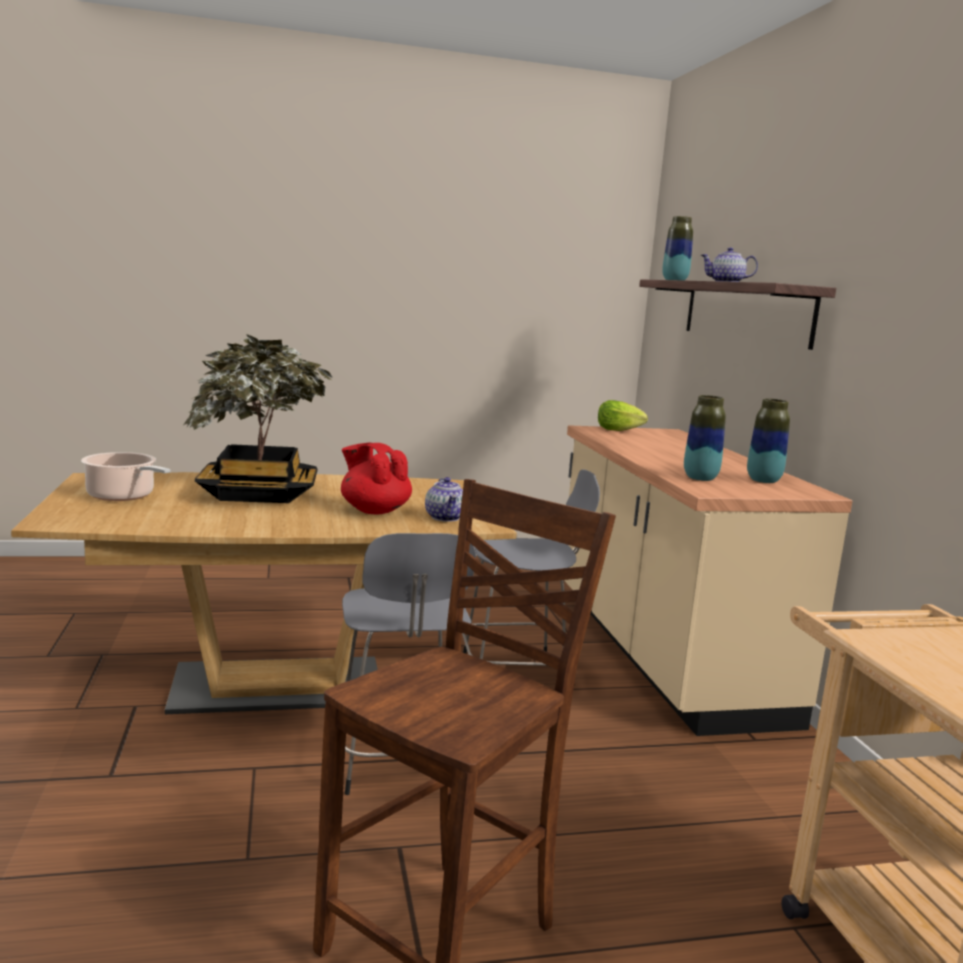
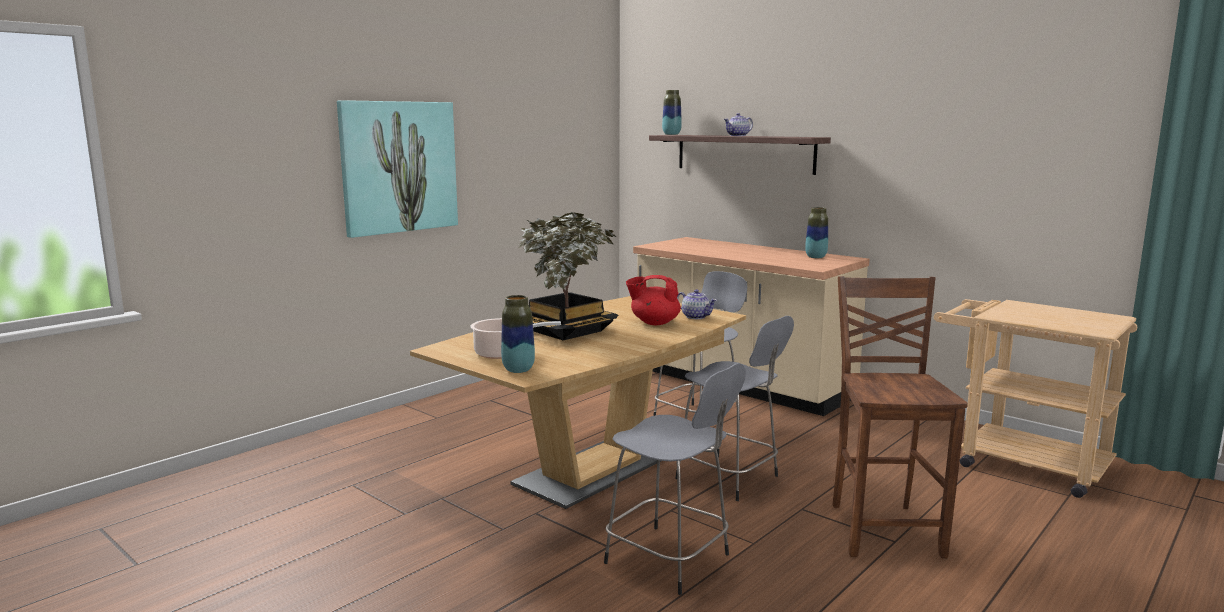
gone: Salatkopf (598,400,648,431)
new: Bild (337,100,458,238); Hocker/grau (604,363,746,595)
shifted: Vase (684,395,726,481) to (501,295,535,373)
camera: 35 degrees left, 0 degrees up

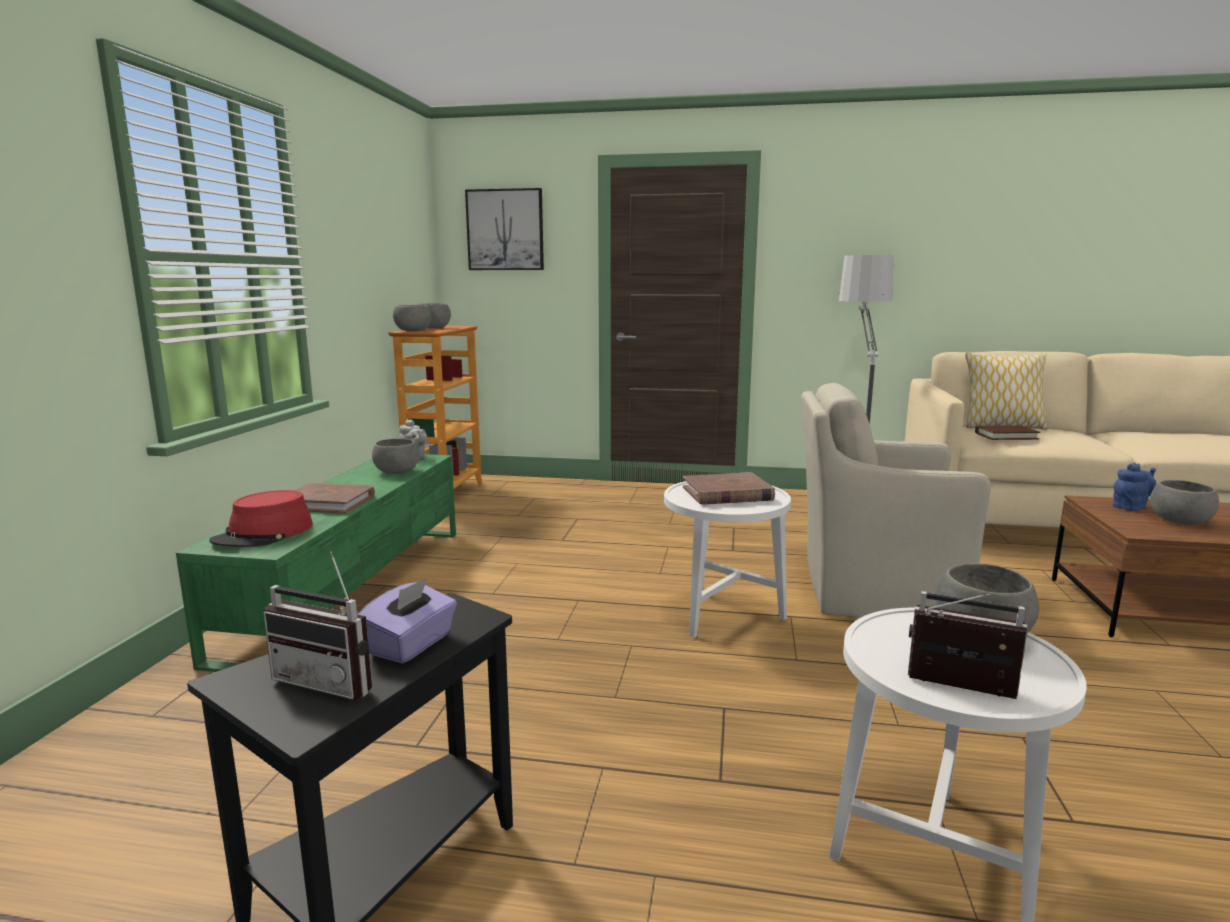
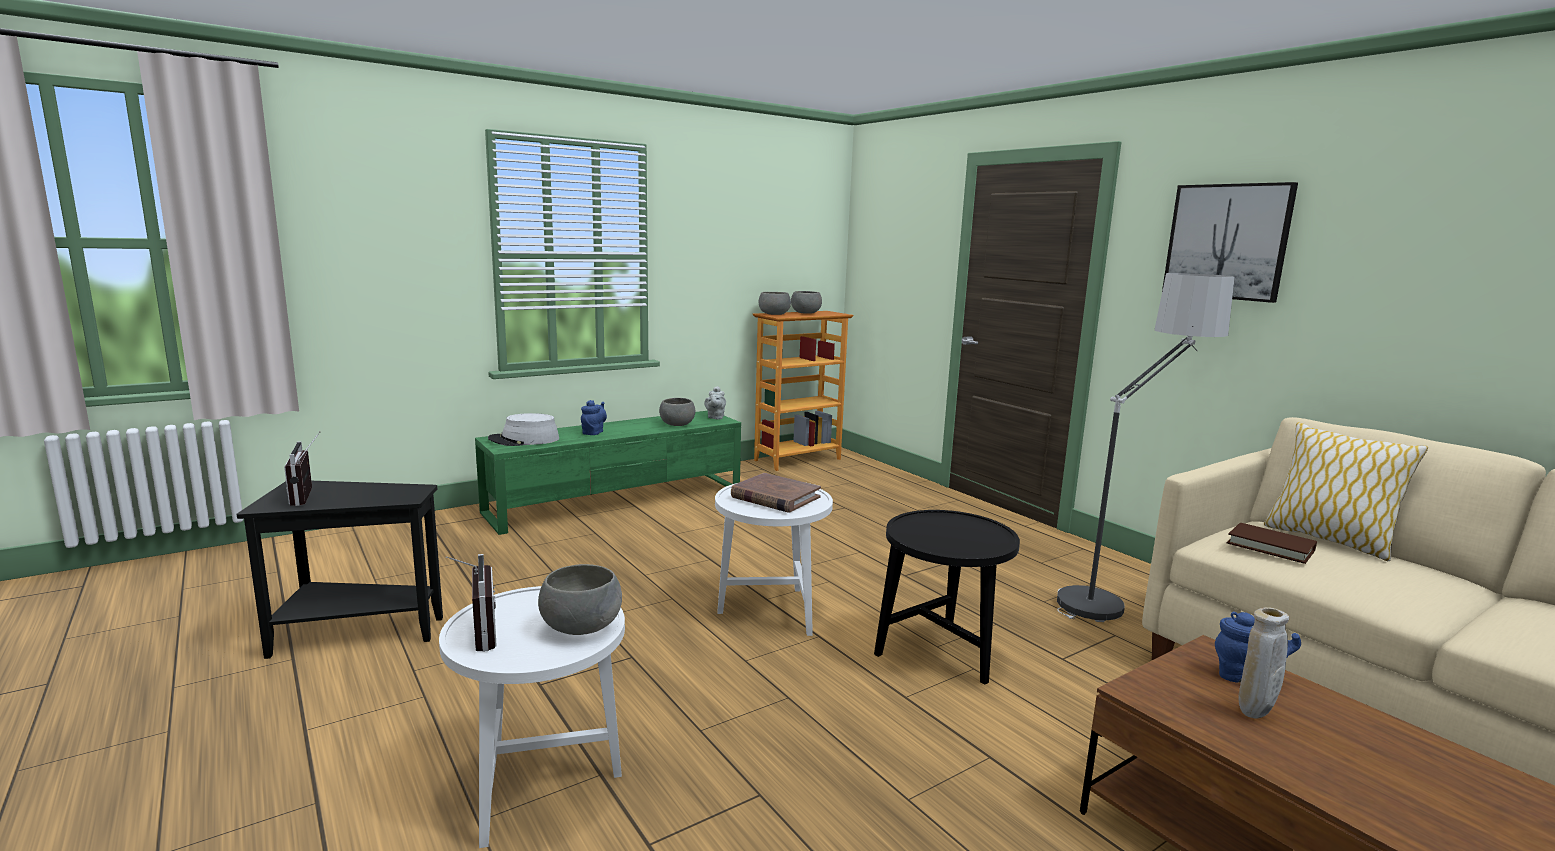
gone: Taschentuchbox/lila (357,577,457,663)
shifted: Bild (465,188,544,270) to (1162,182,1298,303)
swapped: Buch/braun (295,483,375,514) to Teekanne/blau (581,400,607,435); Sessel/beige (801,383,991,617) to Beistelltisch/schwarz (874,510,1020,685); Schüssel/grau (1150,480,1219,525) to Vase/beige (1239,607,1289,719)
repainted: Hut/rot (209,490,313,547) to Hut/grau (488,413,559,446)
camera: 45 degrees right, 0 degrees up

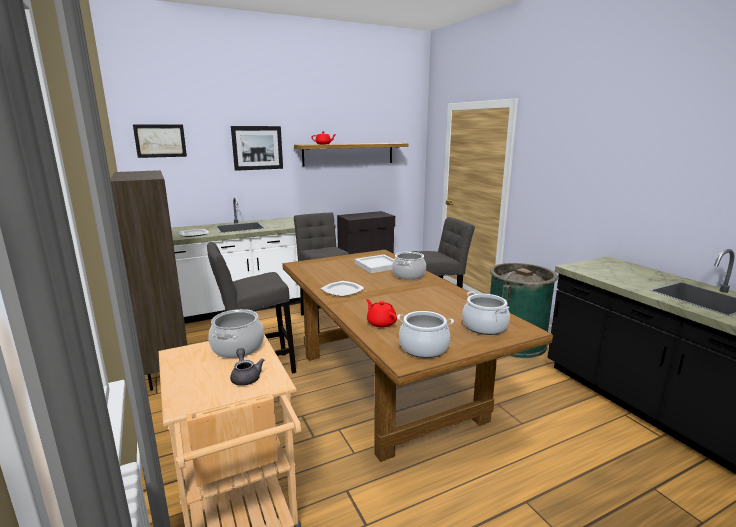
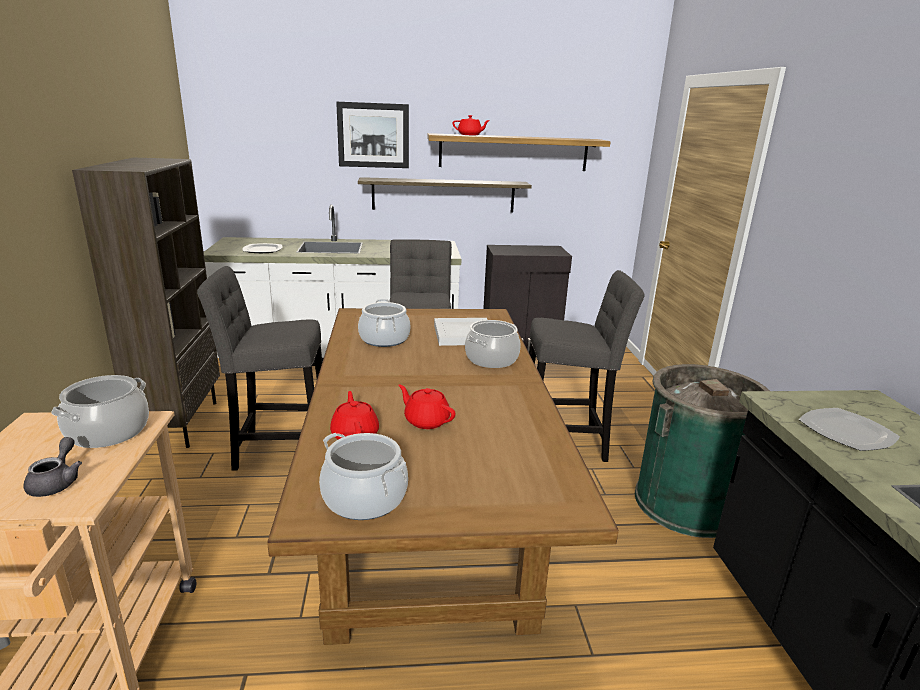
gone: Bild (133,124,187,158)
new: Wandregal (358,177,532,213); Teekanne/rot (398,385,455,429)
shifted: Kochtopf (462,291,510,335) to (358,299,410,347); Teller (321,281,364,297) to (799,408,900,451)
camera: 20 degrees right, 5 degrees up

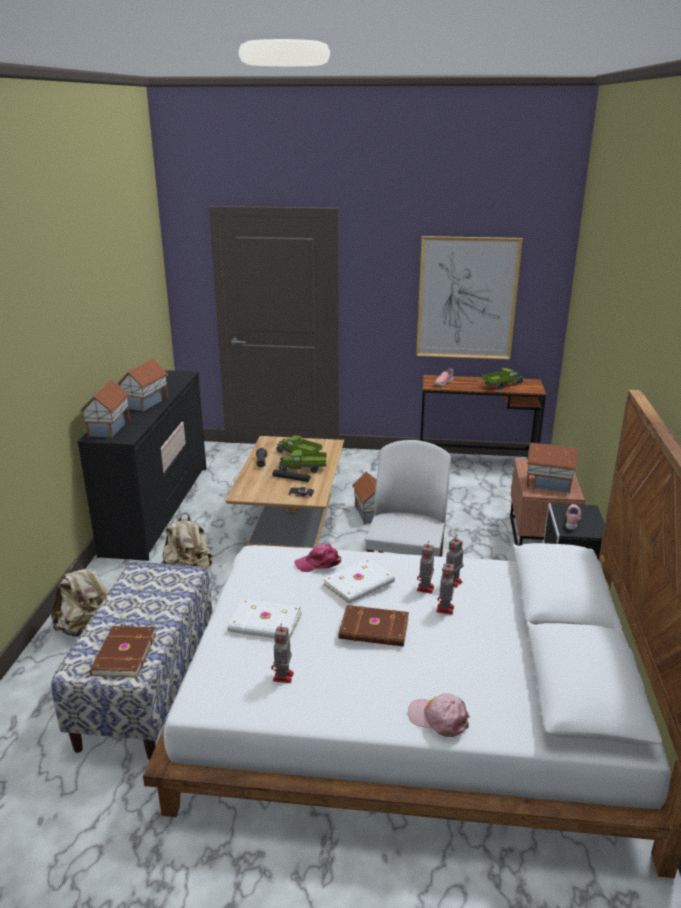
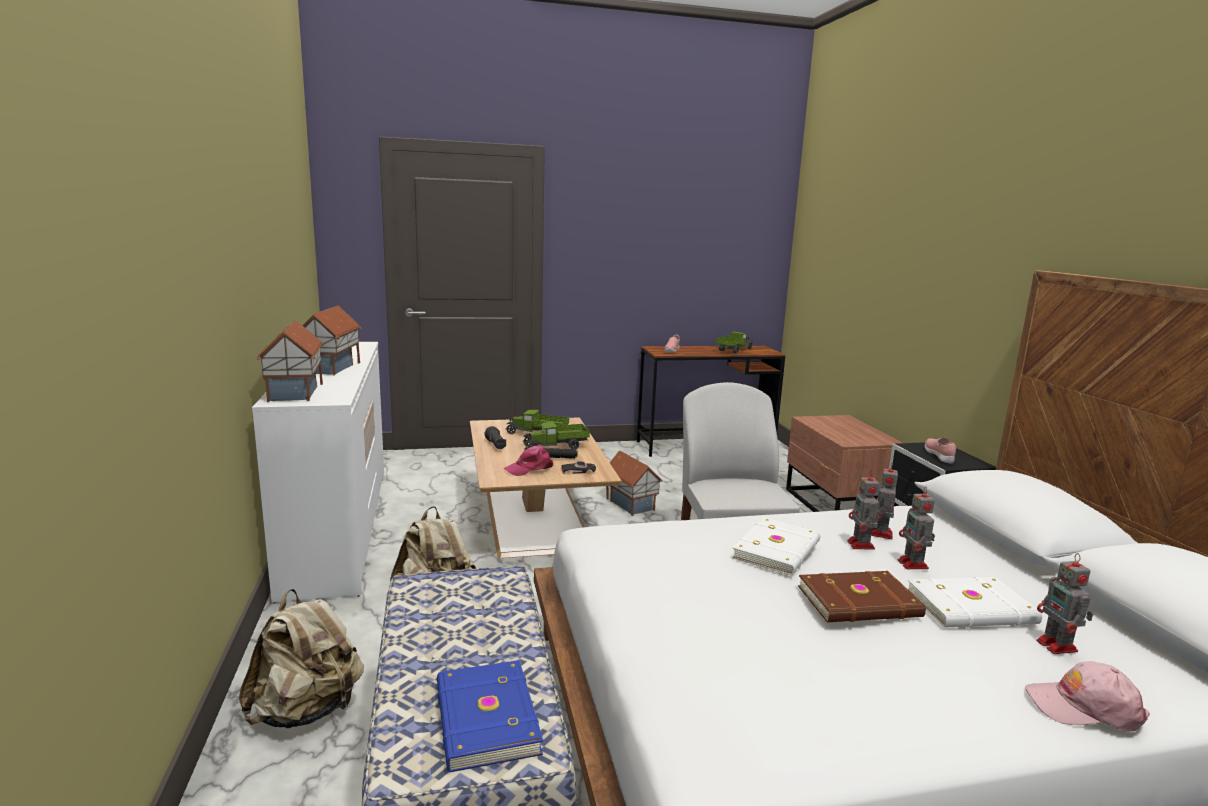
gone: Bild (416,236,523,360); Spielzeughaus (526,443,578,494)
shifted: Kappe/rosa (294,544,341,572) to (504,445,553,476); Buch/weiß (228,599,302,640) to (908,577,1042,628); Spielzeugroboter (271,624,294,683) to (1036,553,1093,654)
repainted: Kommode/schwarz (77,370,206,561) to Kommode/weiß (252,342,384,604); Buch/braun (90,626,156,678) to Buch/blau (437,660,543,772)
camera: 20 degrees left, 10 degrees down

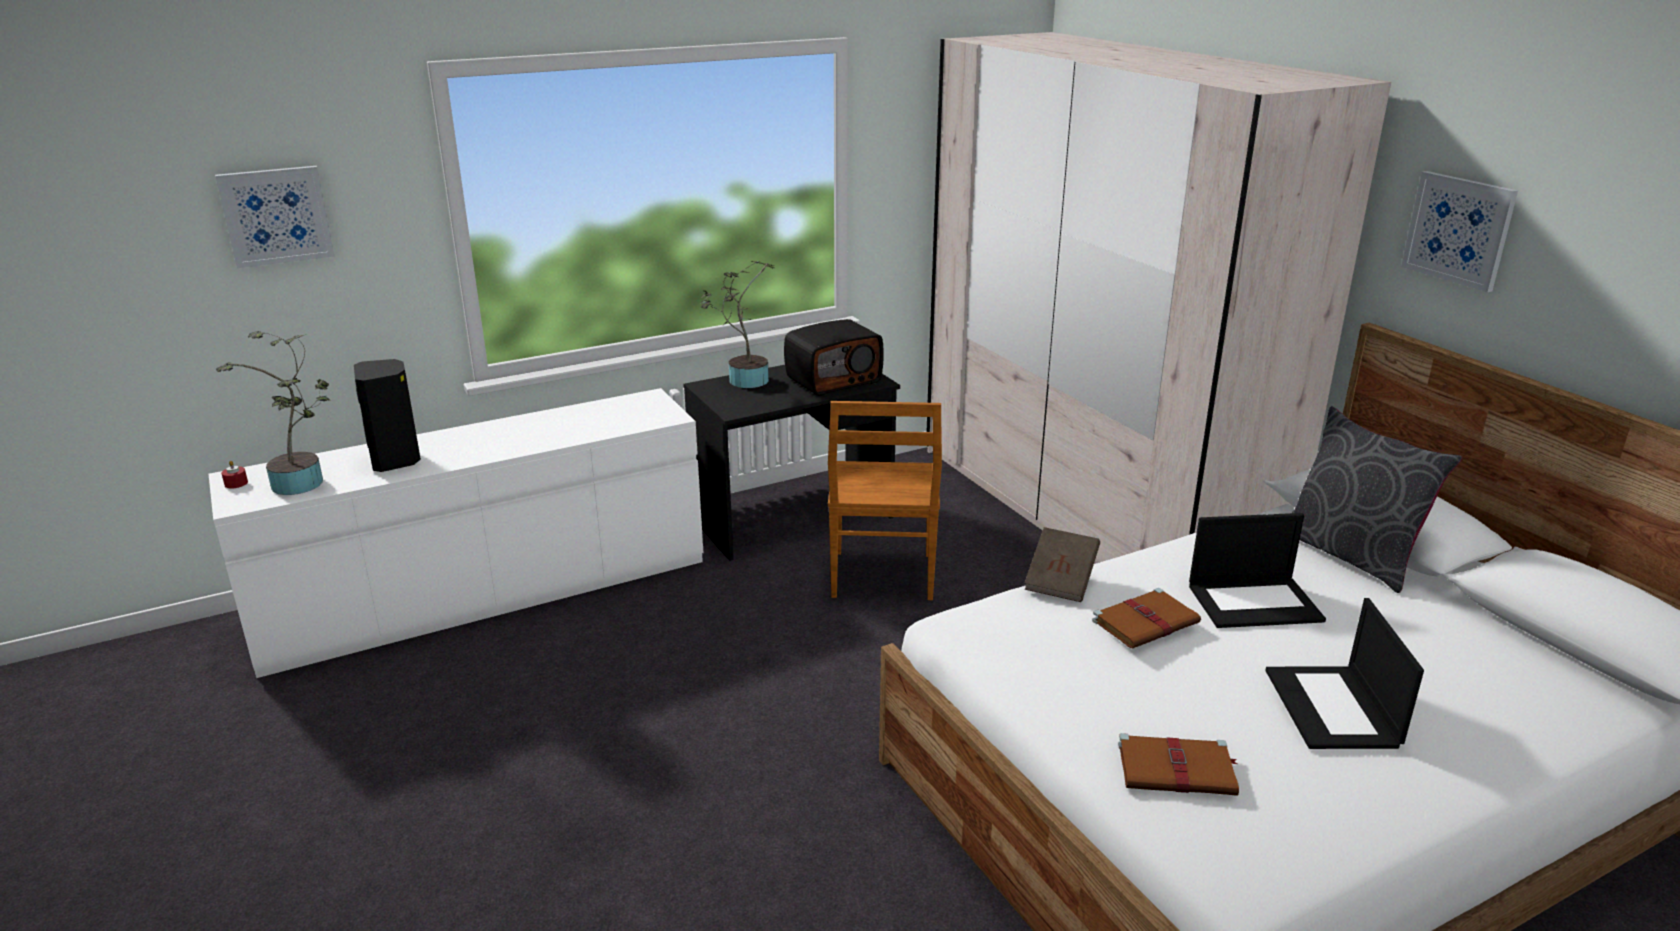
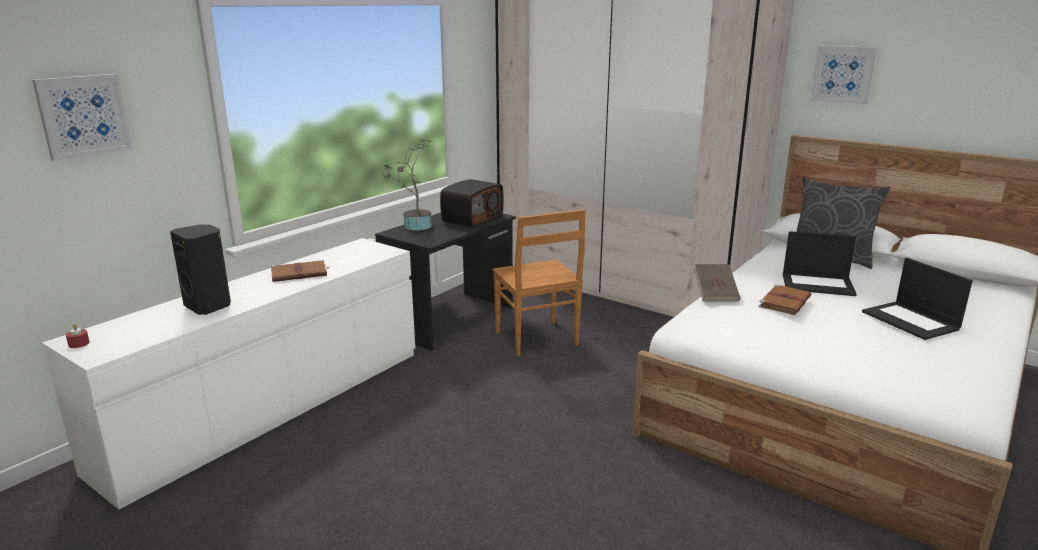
gone: Topfpflanze (216,331,330,495)
shifted: Buch/braun (1118,733,1239,796) to (271,260,329,282)
rotated: Laptop (1189,513,1326,628) = (783,231,857,296) 45 degrees clockwise
camera: 25 degrees left, 5 degrees down

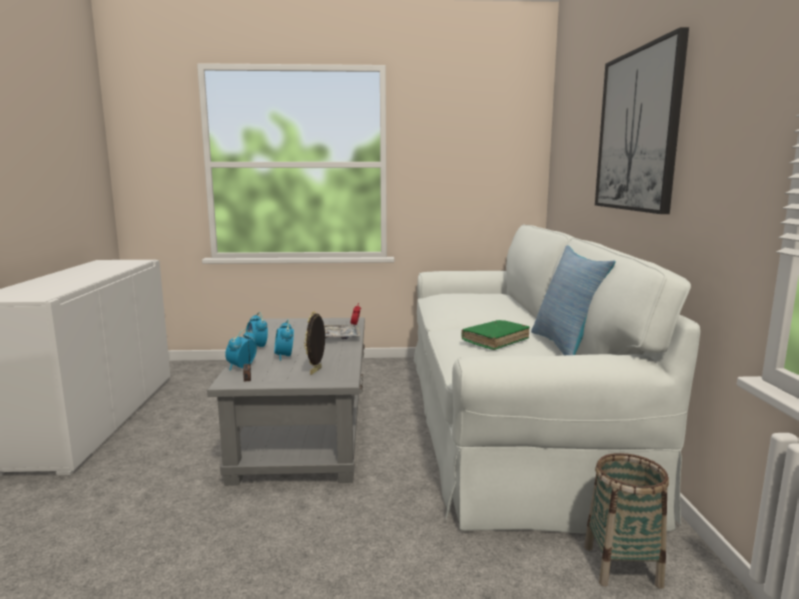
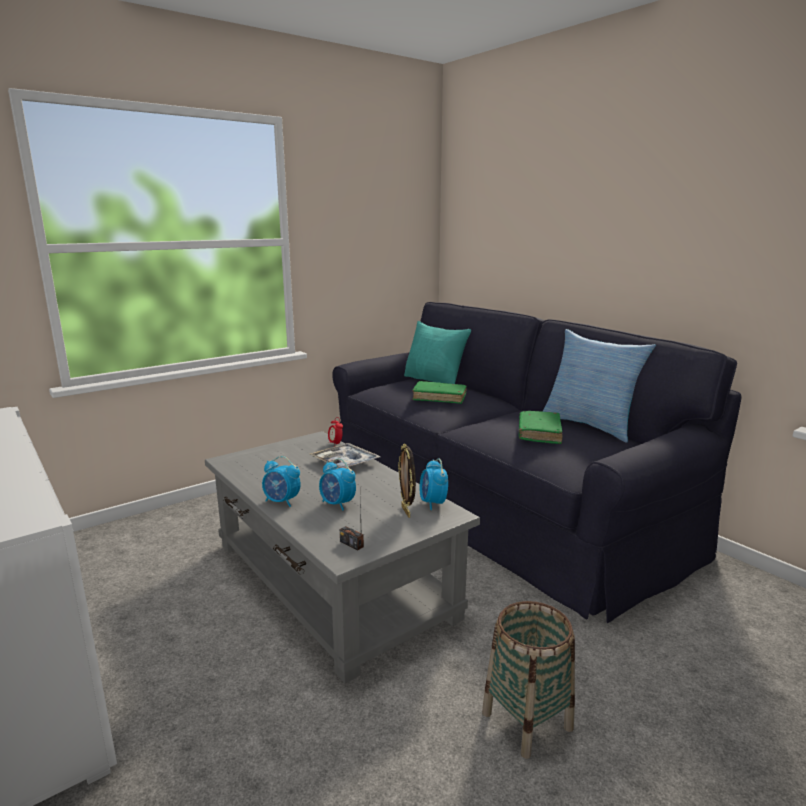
gone: Bild (595,27,689,214)
new: Kissen/türkis (404,321,471,384); Buch/grün (412,381,467,404)
shifted: Wecker (225,329,257,371) to (419,459,448,510); Korb (584,453,669,589) to (482,601,575,759)
repainted: Sofa/weiß (413,224,700,534) to Sofa/schwarz (332,302,742,623)
camera: 35 degrees left, 5 degrees up

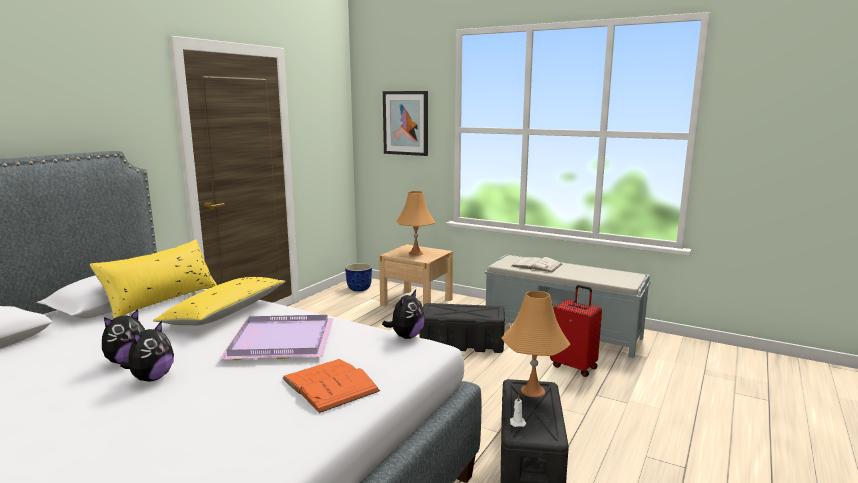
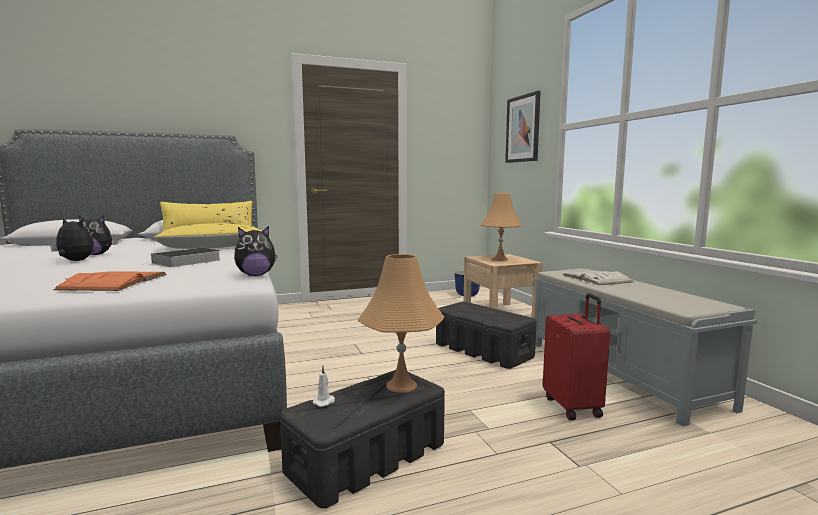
swapped: Tablett/lila (219,315,334,361) to Buch (143,248,220,267)
rotated: Plüschtier (120,321,174,382) = (50,218,94,261) 135 degrees counterclockwise
camera: 40 degrees right, 5 degrees down

